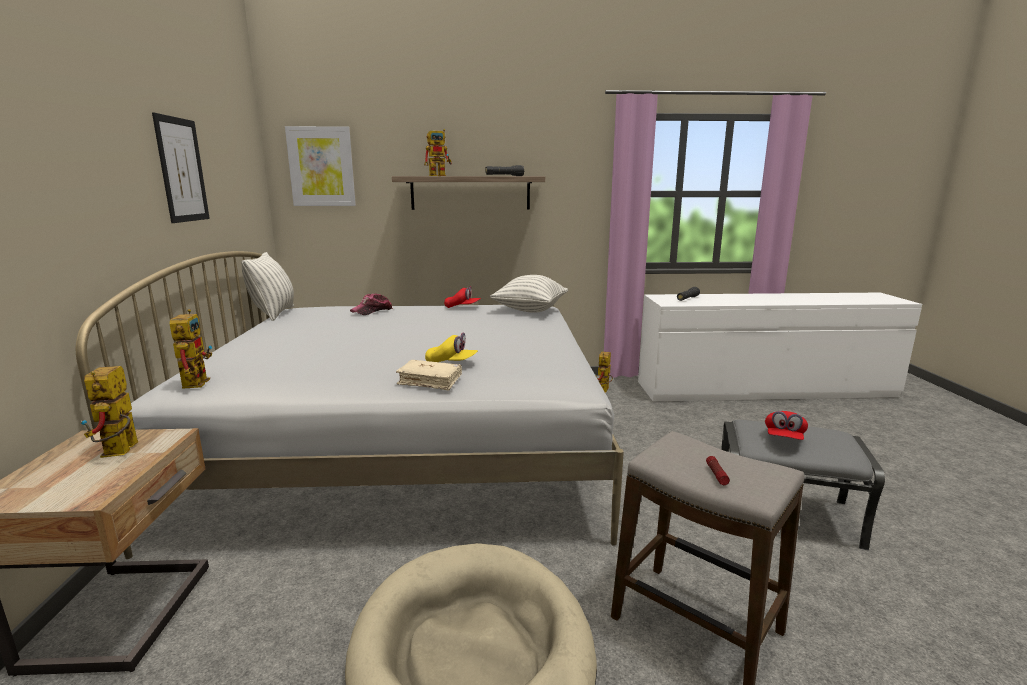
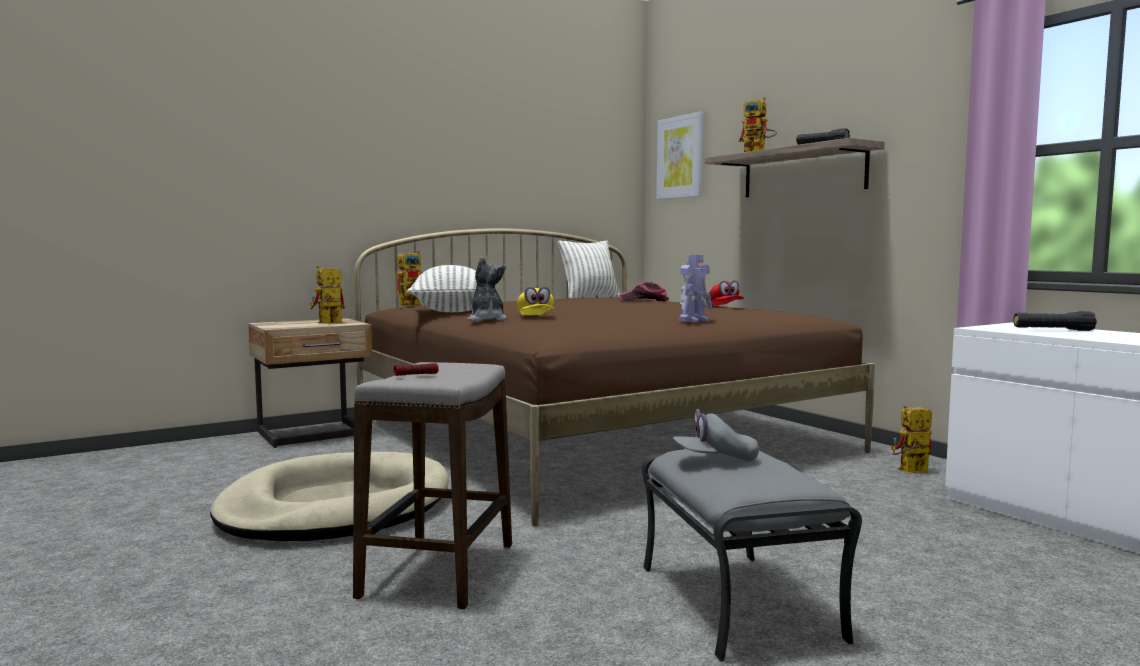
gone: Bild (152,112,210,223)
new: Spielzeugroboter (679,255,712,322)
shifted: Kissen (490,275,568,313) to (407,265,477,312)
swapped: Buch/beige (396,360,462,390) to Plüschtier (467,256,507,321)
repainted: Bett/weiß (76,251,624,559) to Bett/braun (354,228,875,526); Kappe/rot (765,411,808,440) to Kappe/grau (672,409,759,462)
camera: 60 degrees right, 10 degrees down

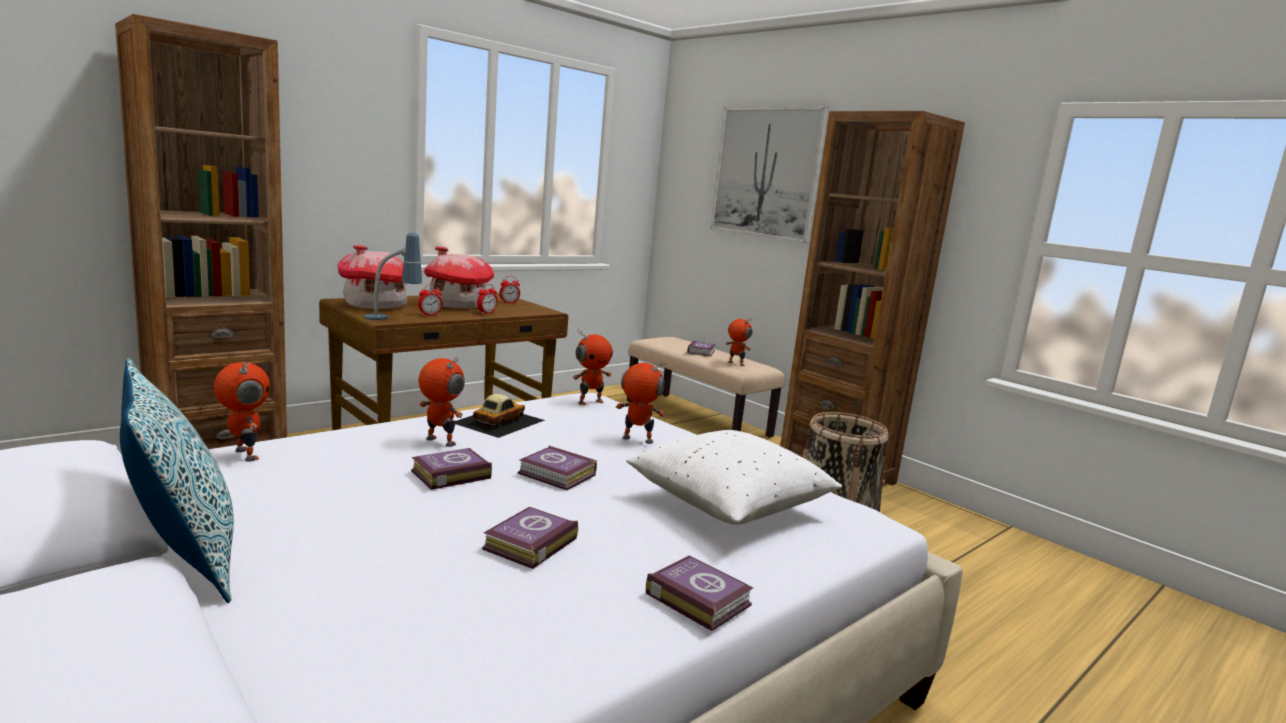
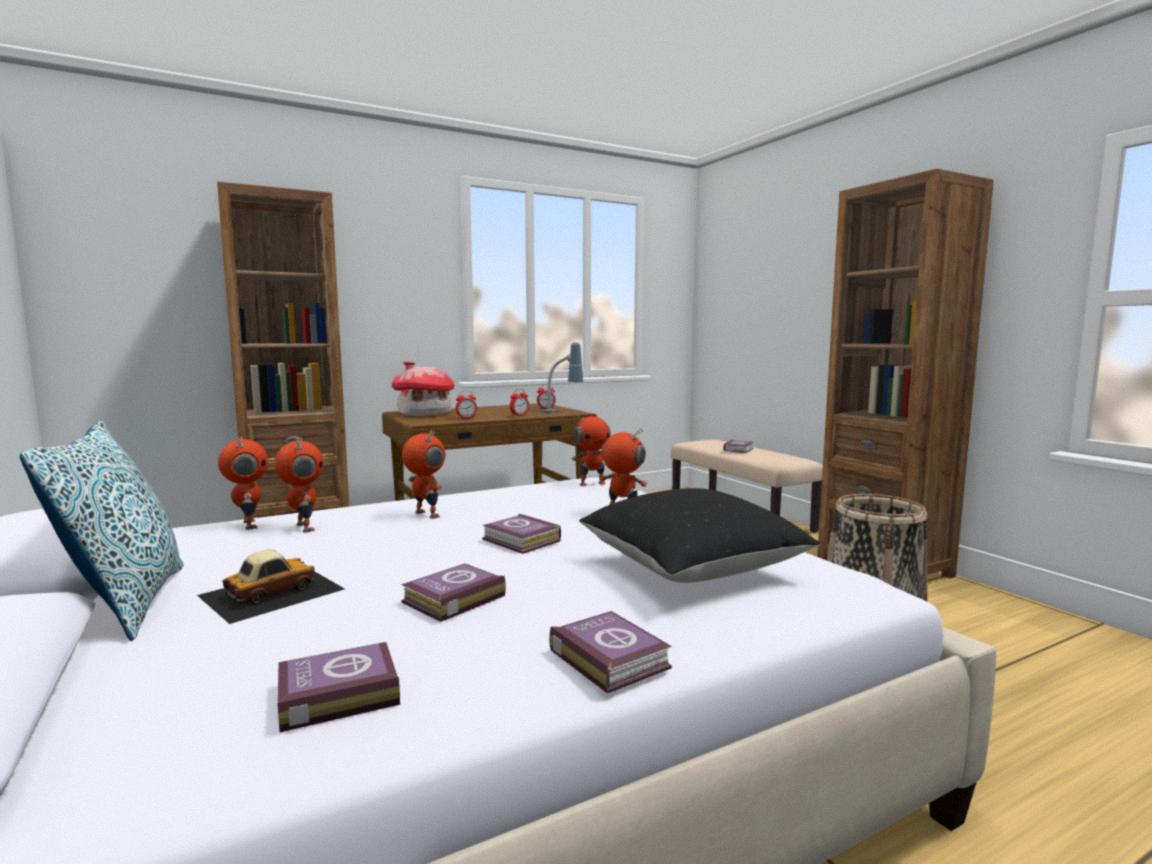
gone: Spielzeughaus (424,246,494,308); Bild (710,107,829,243)
shifted: Spielzeugauto (455,394,545,438) to (197,550,344,624); Spielzeugroboter (726,318,753,366) to (274,438,324,532); Buch (411,448,492,490) to (277,642,400,732); Tischlampe (364,233,422,320) to (540,342,583,413)
repainted: Kissen/weiß (626,430,842,525) to Kissen/schwarz (579,488,821,583)
camera: 15 degrees right, 5 degrees down

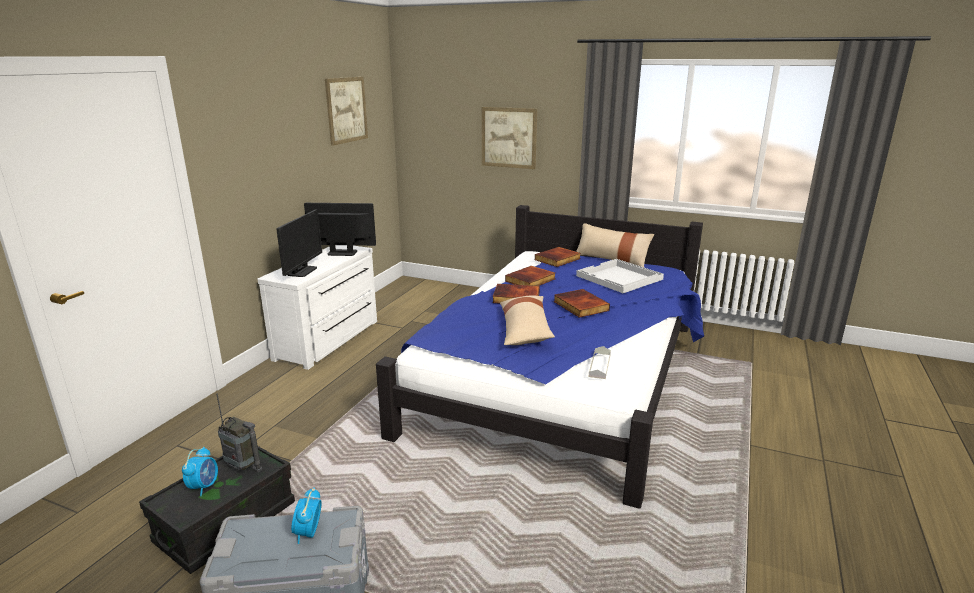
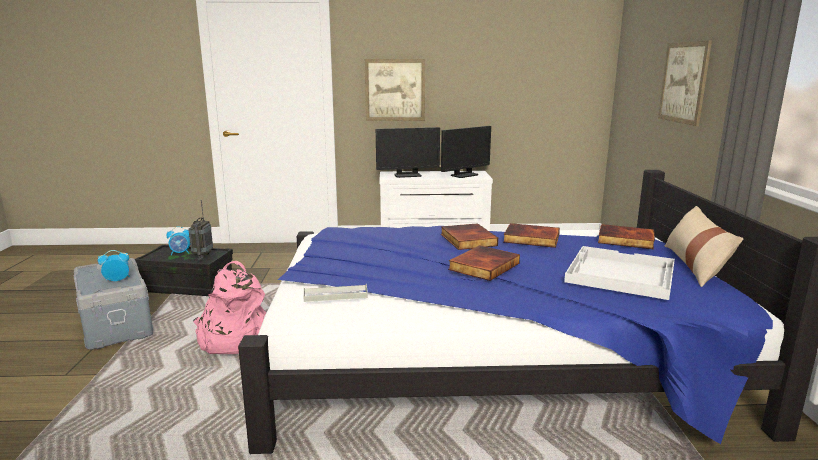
gone: Kissen/beige (500,295,555,345)
new: Rucksack/rosa (193,261,266,354)
shifted: Bild (325,77,368,146) to (365,59,425,121)
rotated: Monitor (304,203,376,256) = (441,126,491,178) 75 degrees clockwise
camera: 65 degrees right, 5 degrees down

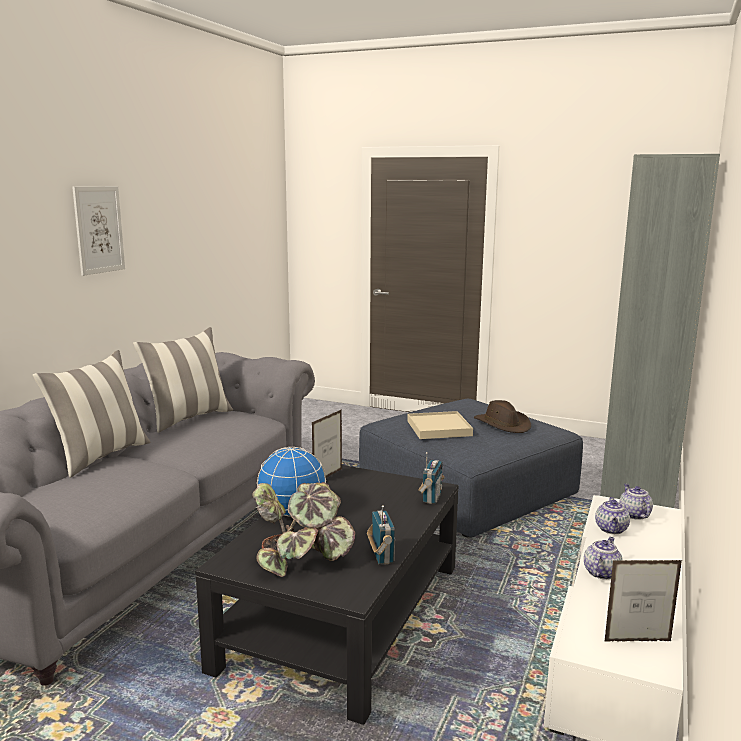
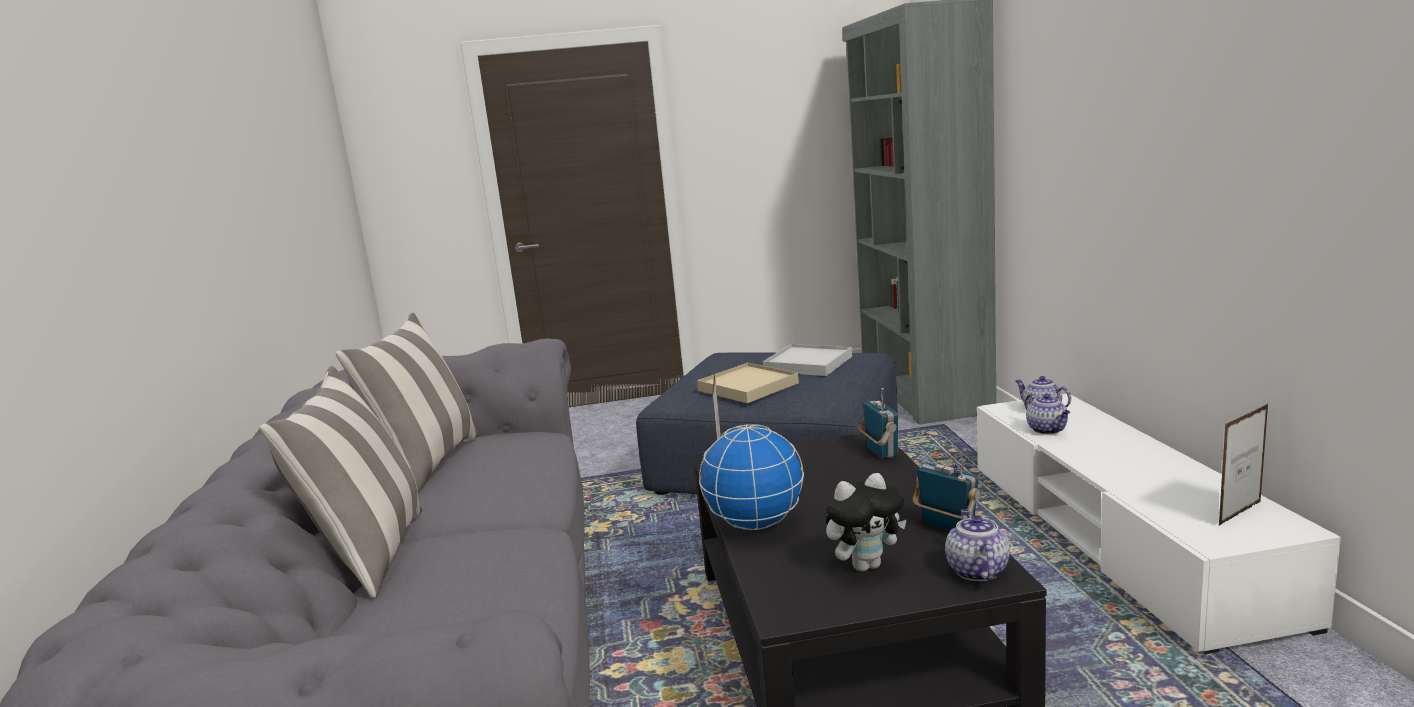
gone: Bild (72,186,125,276)
shifted: Teekanne (584,537,622,580) to (945,509,1010,581)
swapped: Hut/braun (474,400,531,433) to Tablett/weiß (763,344,852,376); Topfpflanze (252,482,355,577) to Plüschtier (826,473,907,572)
camera: 30 degrees left, 0 degrees up

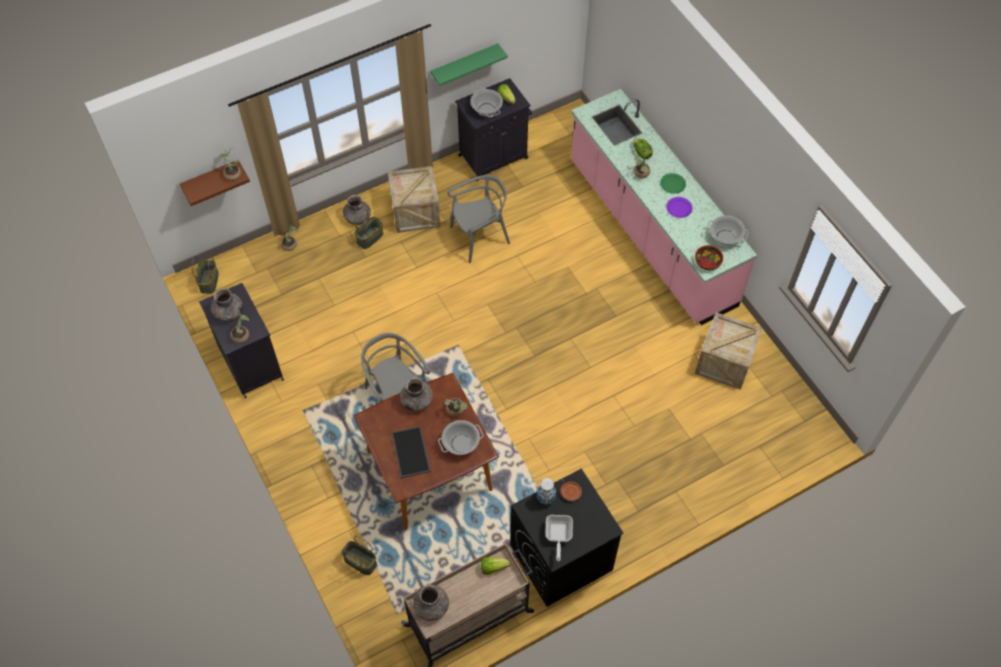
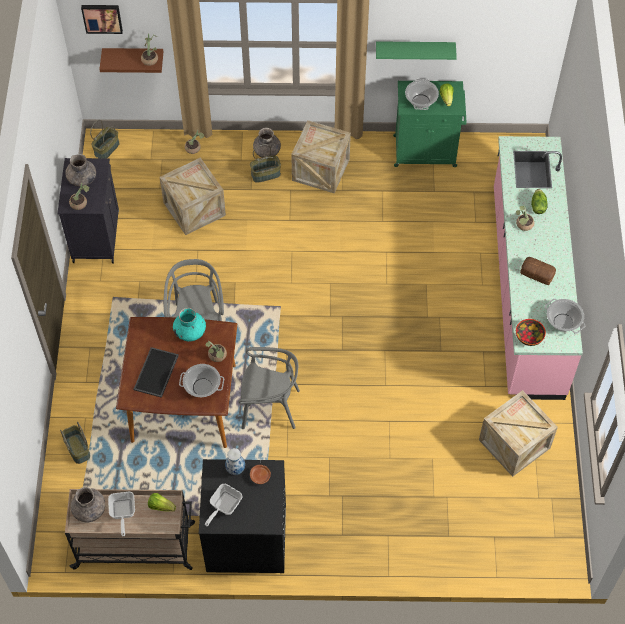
gone: Teller/grün (660,173,686,194)
new: Bild (81,5,123,34); Pfanne (108,492,135,536); Kiste (159,158,226,235)
shifted: Stuhl/grau (447,175,510,263) to (239,347,300,429)
swapped: Teller/lila (666,197,693,218) to Brot (520,257,556,285)
repainted: Vase/grau (400,378,433,411) to Vase/türkis (173,308,206,341); Schrank/schwarz (455,78,532,181) to Schrank/grün (393,81,467,167)
camera: 30 degrees right, 0 degrees up

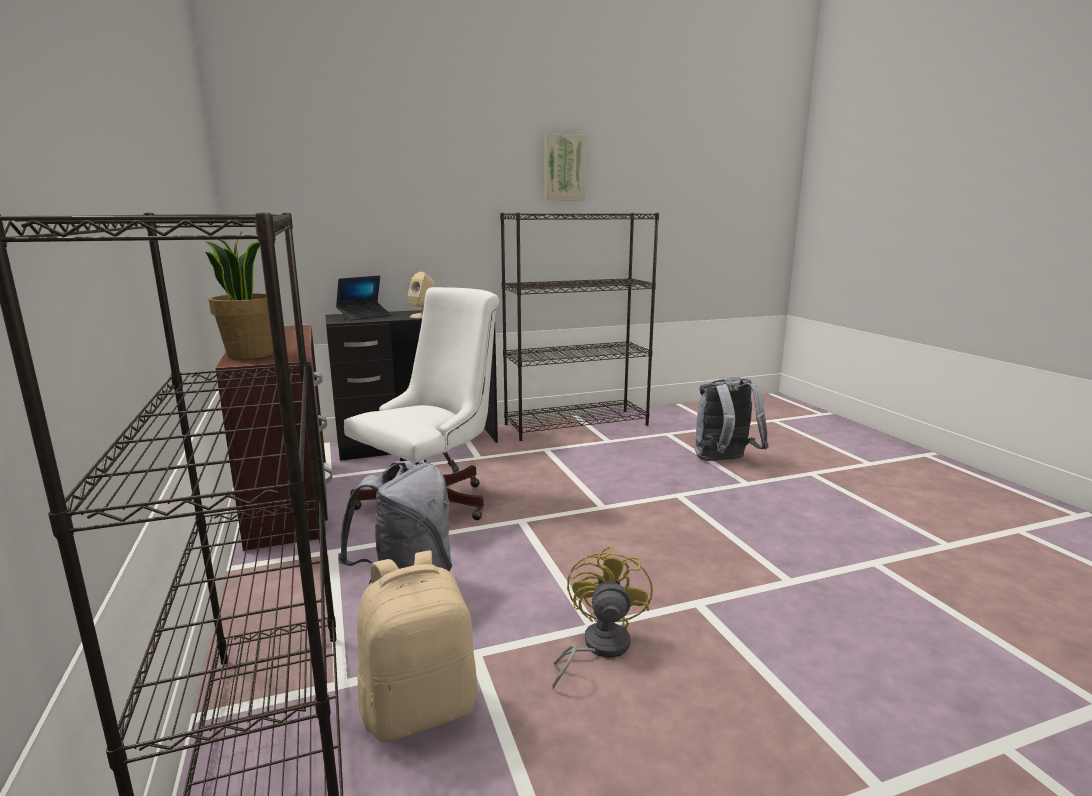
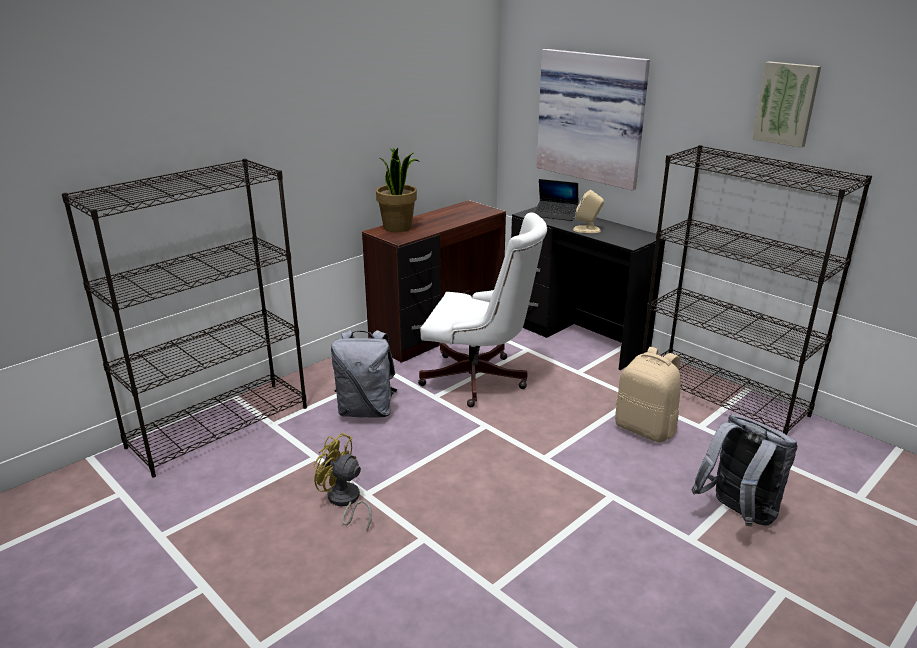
new: Bild (537,49,650,191)
shifted: Rucksack/beige (357,550,478,743) to (615,347,681,442)
rotated: Ventilator/gelb (553,546,653,689) = (313,433,372,531) 135 degrees counterclockwise
camera: 65 degrees right, 10 degrees up

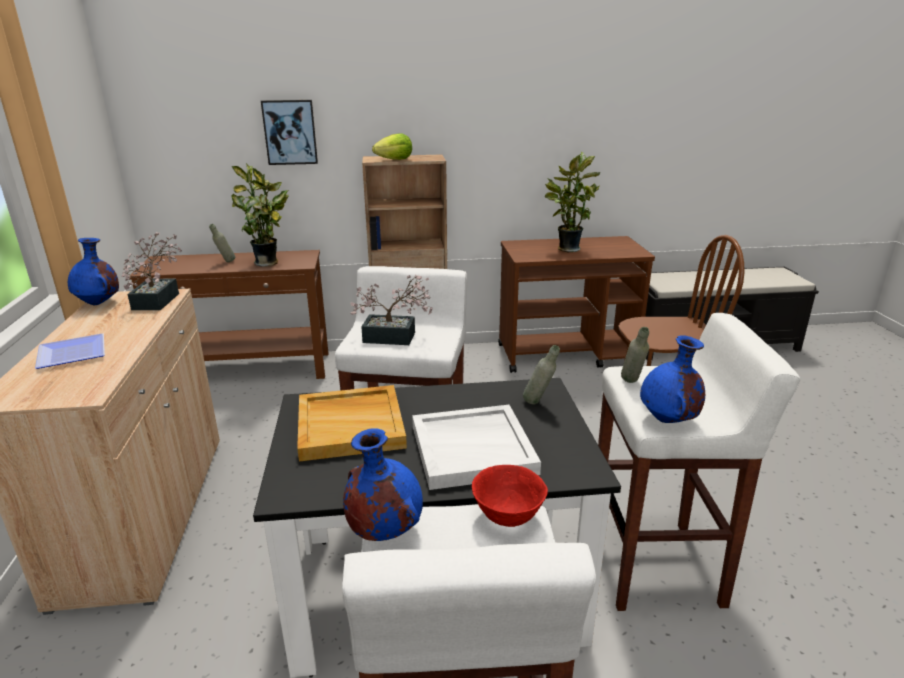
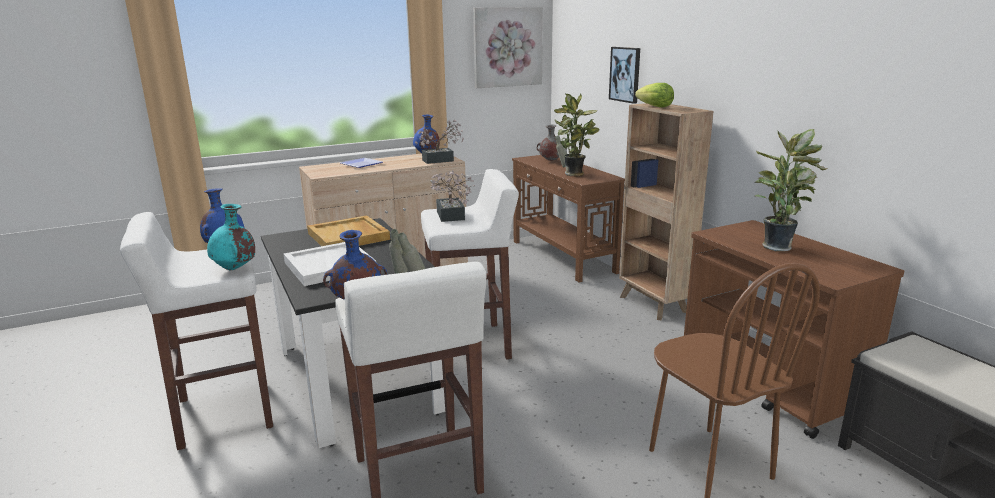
new: Bild (473,7,543,88); Vase/grau (537,124,567,161)
swapped: Schüssel/rot (472,465,548,527) to Vase/türkis (207,204,255,270)
camera: 70 degrees right, 5 degrees down

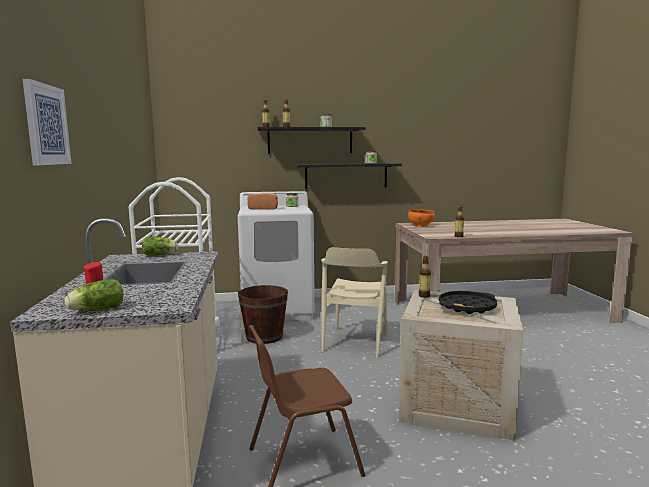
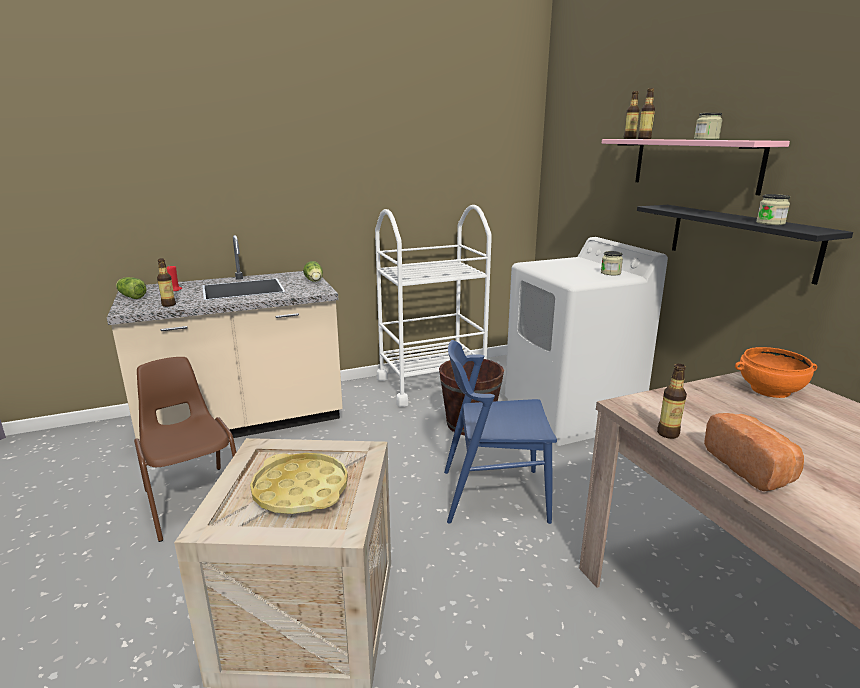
gone: Bild (23,79,72,166)
shifted: Flasche (419,256,431,298) to (157,258,176,307); Brot (247,194,278,210) to (704,413,804,491)
repainted: Tablett/schwarz (439,291,497,314) to Tablett/gelb (250,453,348,514); Stuhl/beige (321,247,388,358) to Stuhl/blau (444,340,557,524); Wandregal/schwarz (258,127,366,154) to Wandregal/rosa (602,139,790,195)
camera: 75 degrees right, 10 degrees up

